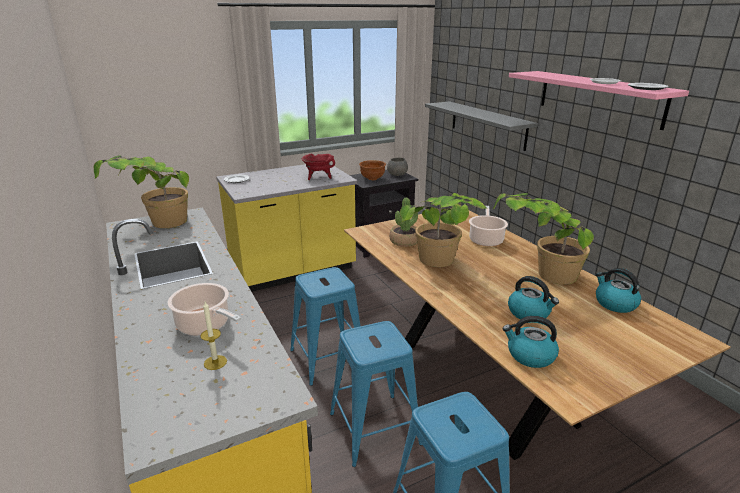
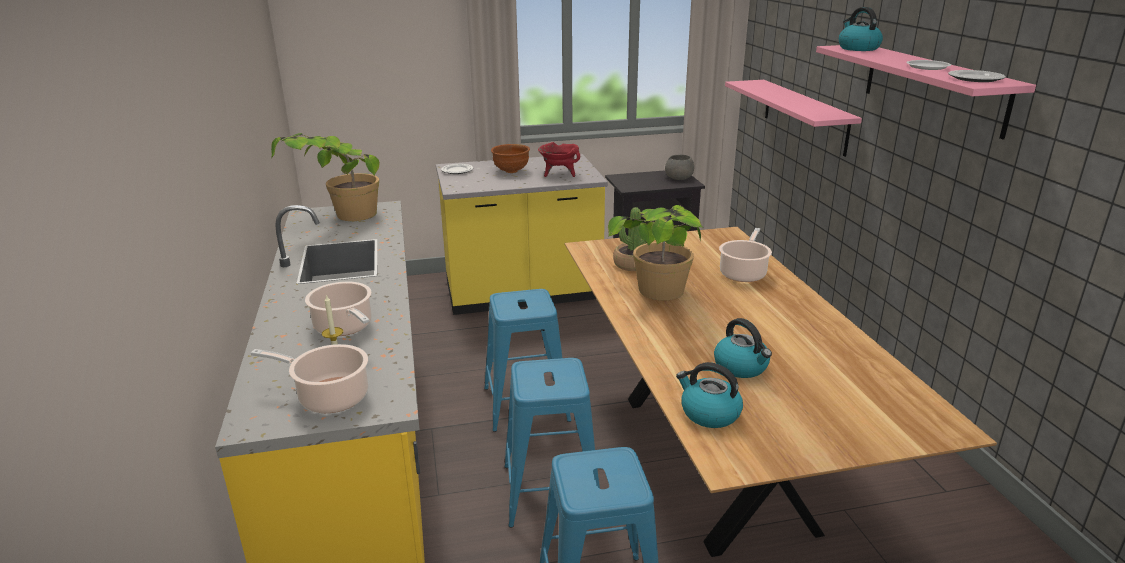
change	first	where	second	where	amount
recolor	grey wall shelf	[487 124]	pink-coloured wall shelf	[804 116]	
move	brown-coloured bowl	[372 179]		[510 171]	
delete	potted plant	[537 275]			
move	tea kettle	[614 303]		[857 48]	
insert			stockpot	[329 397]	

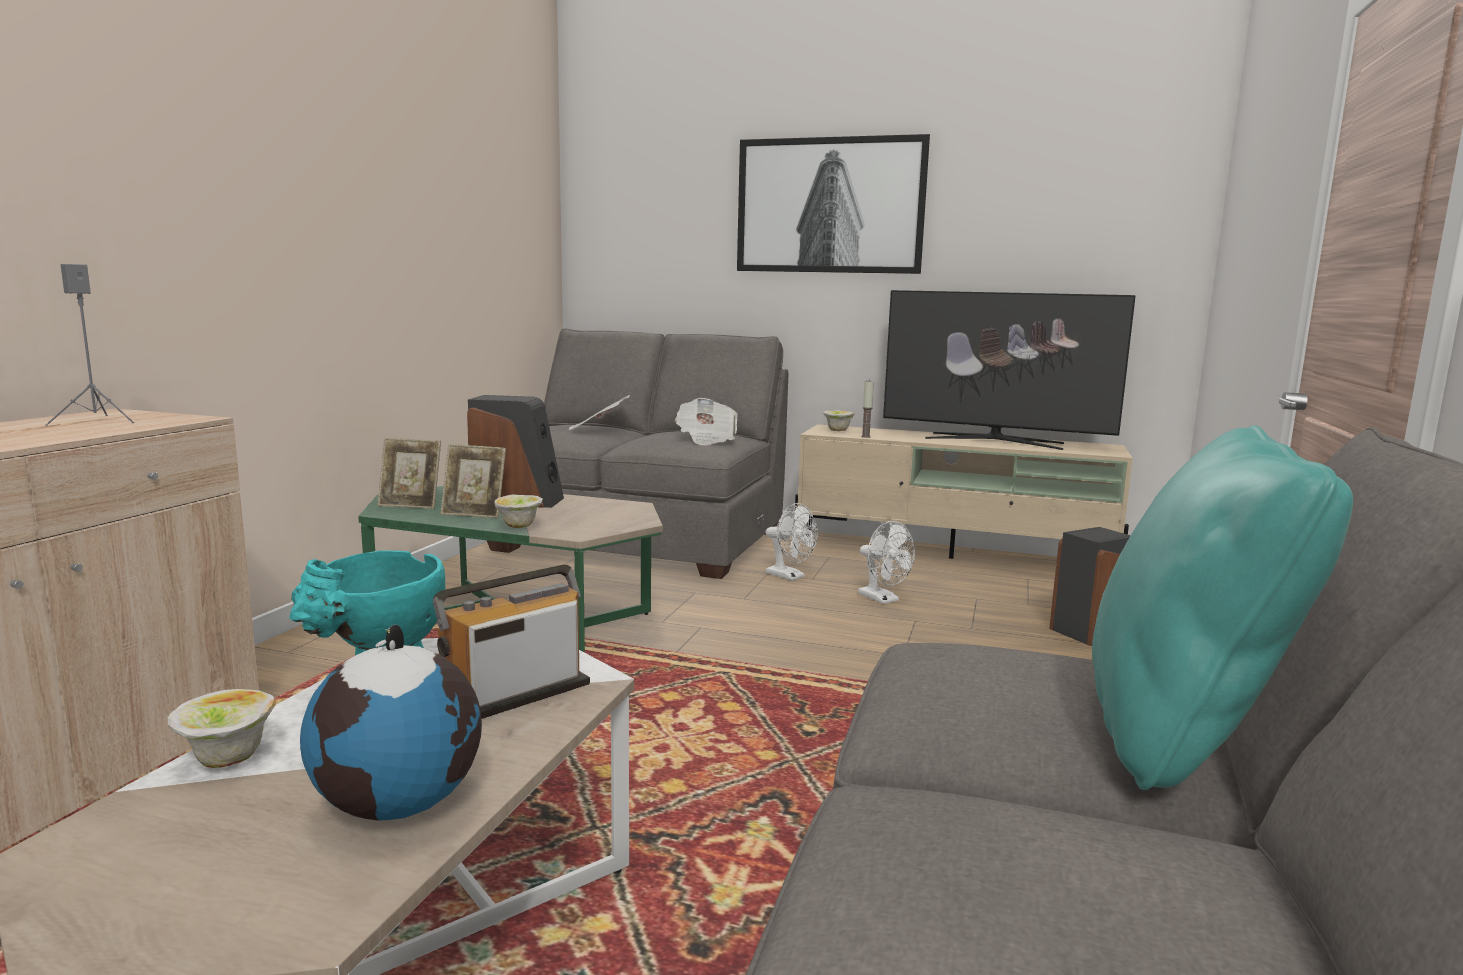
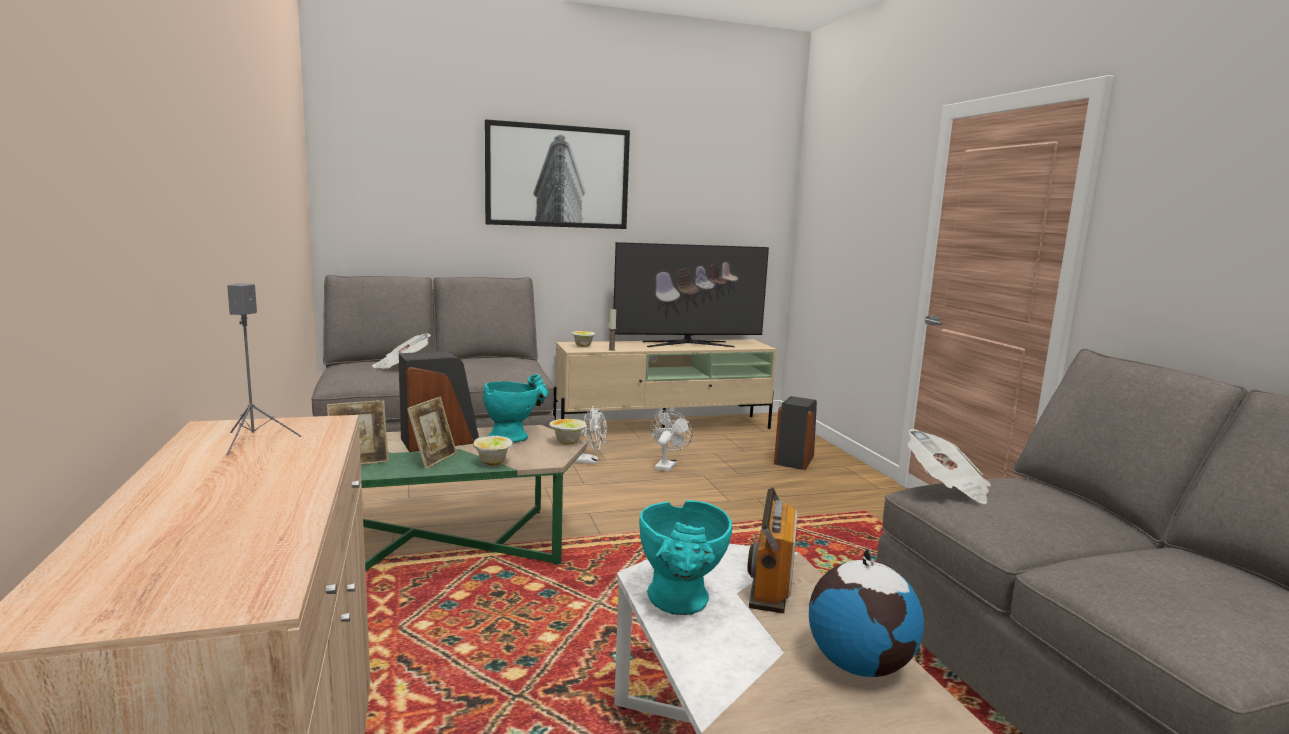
change	first	where	second	where	amount
move	newspaper	[706 440]		[947 488]	
delete	turquoise pillow	[1181 731]			
rotate	picture frame	[474 514]		[433 460]	45 degrees counterclockwise
rotate	white-coloured electric fan	[883 599]		[667 465]	90 degrees counterclockwise
move	bowl	[225 759]		[567 443]	
insert			turquoise vase	[514 437]	

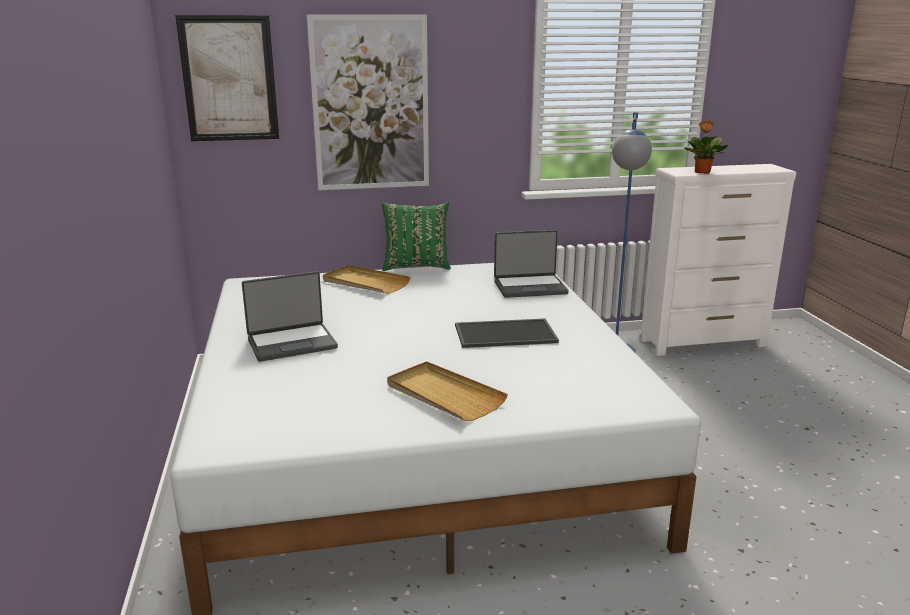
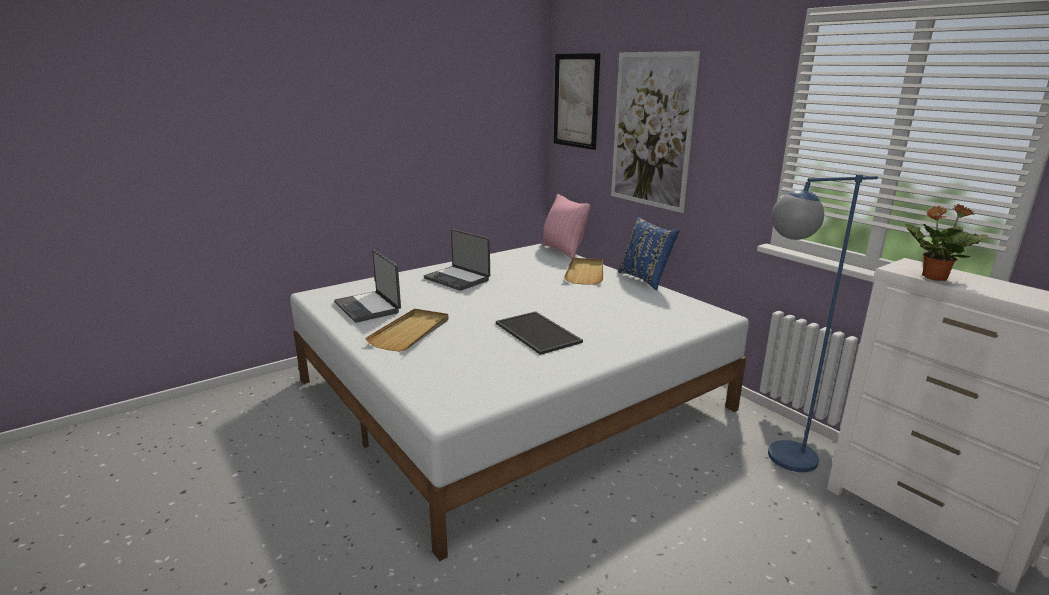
change	first	where	second	where	amount
recolor	green pillow	[416 266]	bluish pillow	[645 279]	
move	portable computer	[530 287]		[368 307]	
insert			pink-coloured pillow	[563 250]	

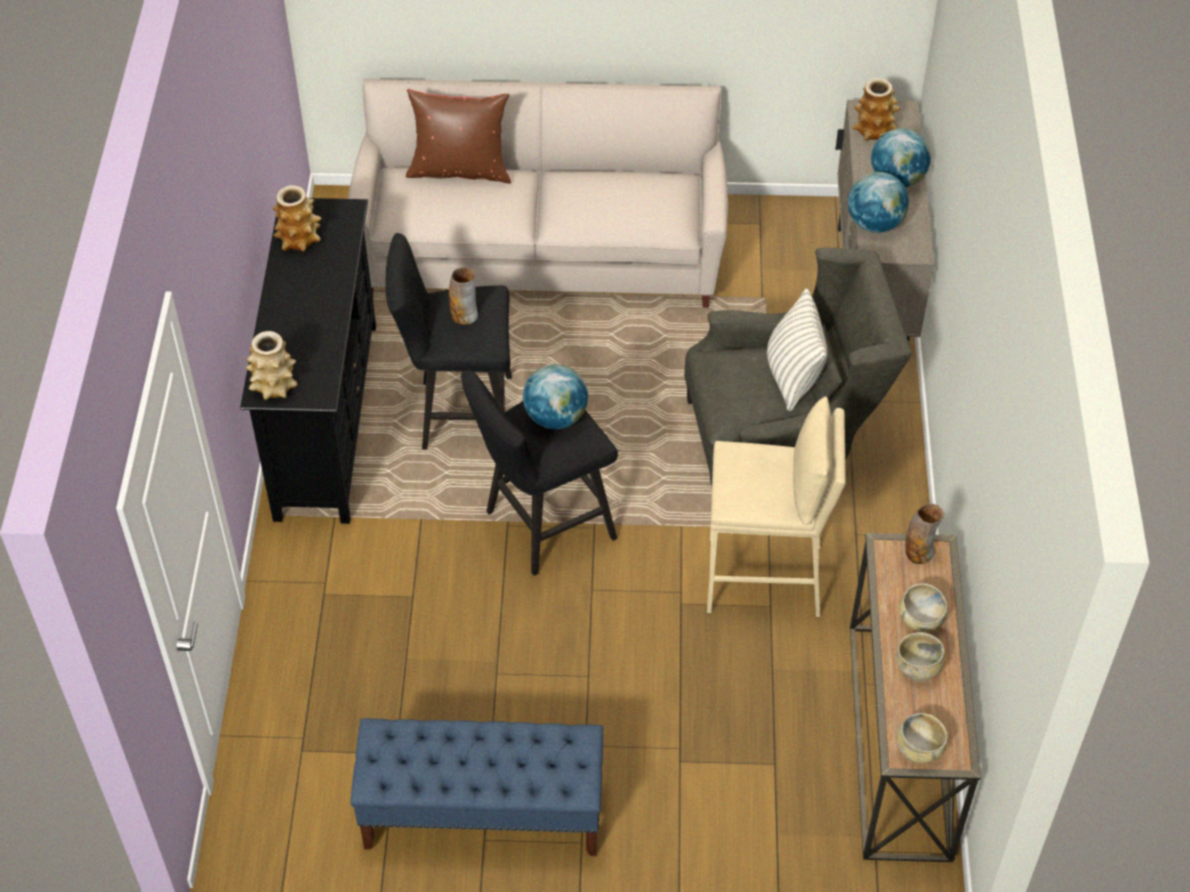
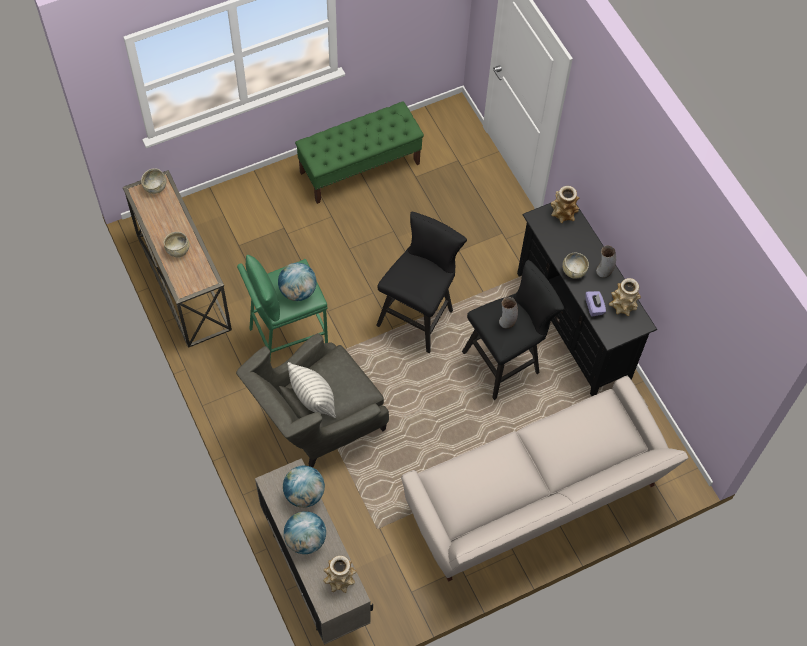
change	first	where	second	where	amount
delete	brown-coloured pillow	[460 170]			
move	world globe	[556 417]		[298 291]	
recolor	beige stool seat	[764 578]	green stool seat	[288 337]	
move	vase	[918 552]		[604 271]	
move	beige bowl	[918 668]		[573 271]	
recolor	bluish long seat	[482 814]	green long seat	[360 168]	
insert			purple-coloured tissue box	[594 307]	

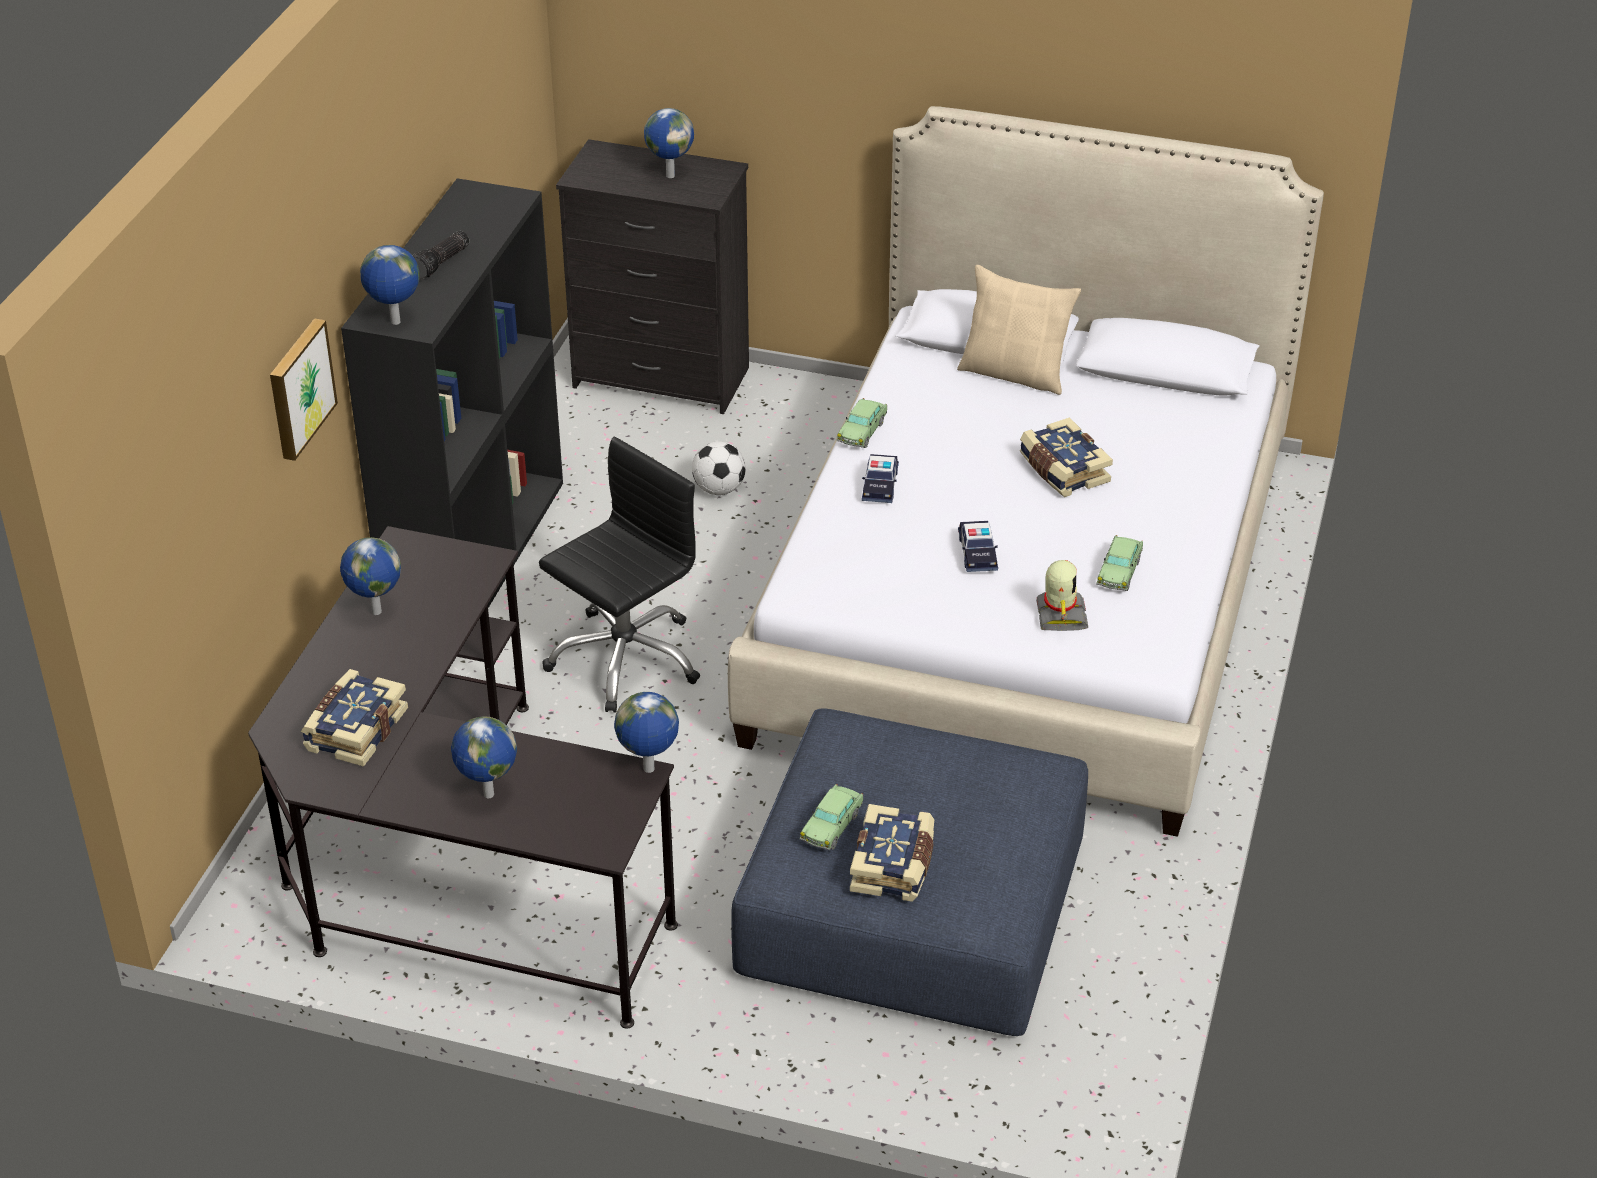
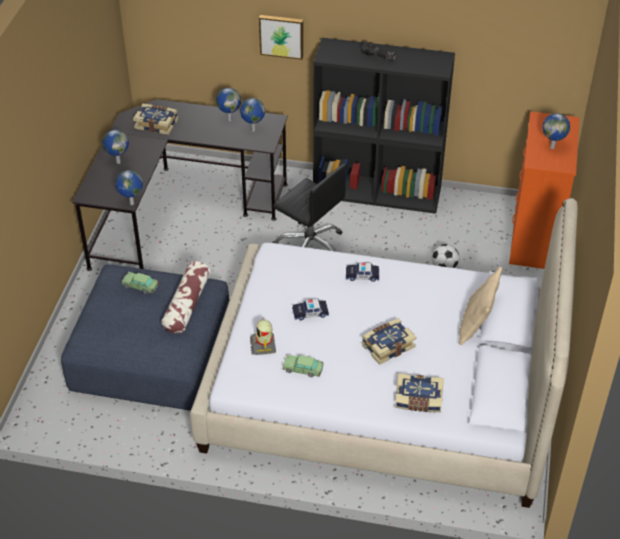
change	first	where	second	where	amount
recolor	blackish dresser	[662 378]	orange dresser	[533 239]	
move	world globe	[395 322]		[252 130]	
delete	model car	[862 431]			
rotate	model robot	[1060 616]		[264 345]	90 degrees clockwise
move	volume	[894 866]		[418 400]	
insert			pillow	[187 304]	

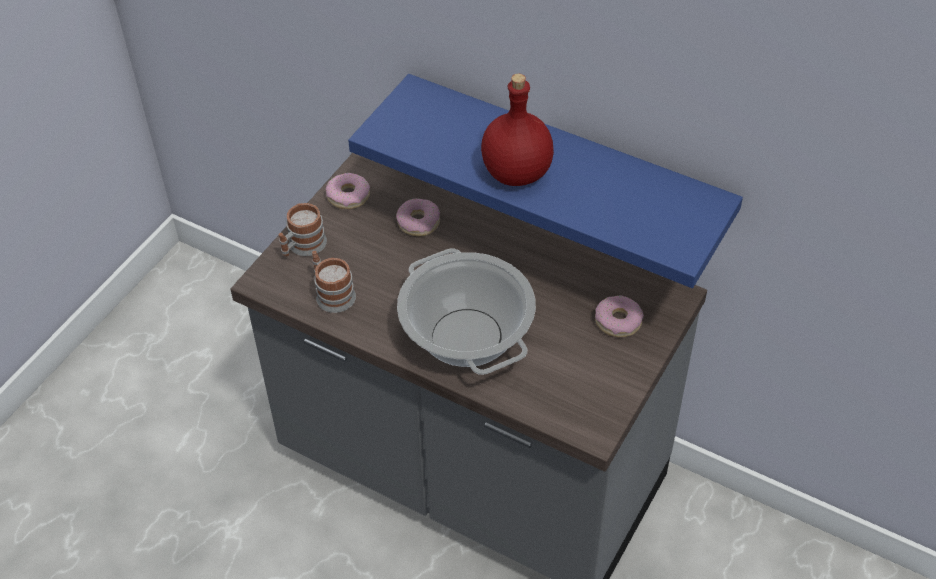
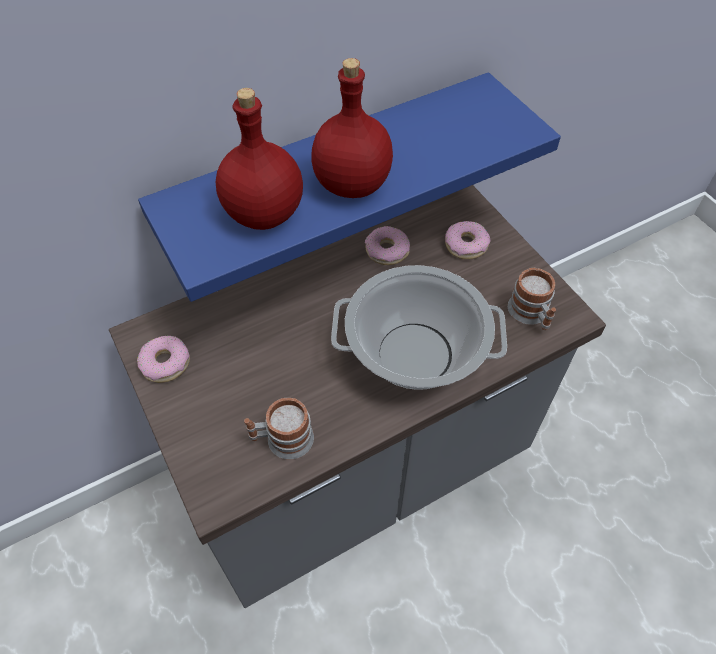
change	first	where	second	where	amount
move	doughnut	[418 222]		[387 251]	
move	tea mug	[302 247]		[531 314]	
insert			red bottle	[264 215]	

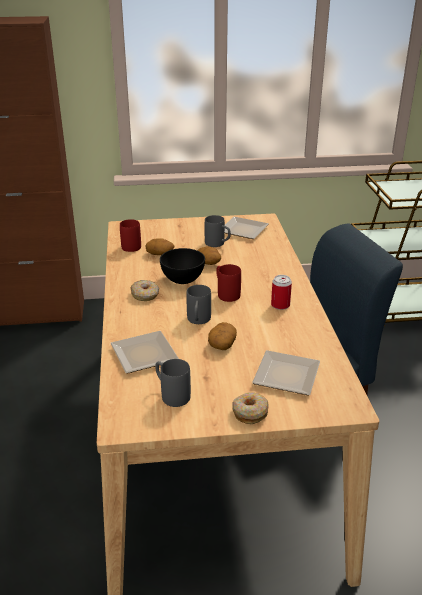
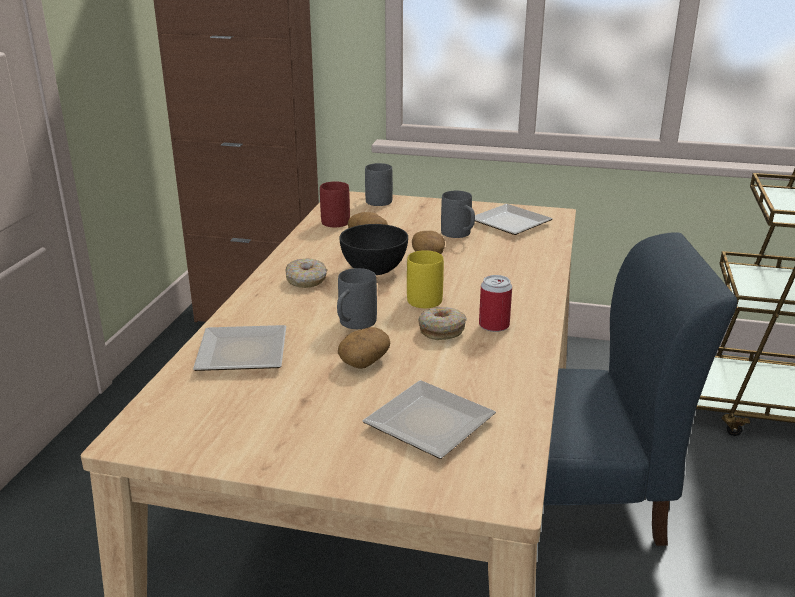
change	first	where	second	where	amount
recolor	red tea mug	[226 293]	yellowish tea mug	[422 297]	
move	grey tea mug	[171 394]		[376 199]	
move	doughnut	[250 412]		[441 330]	

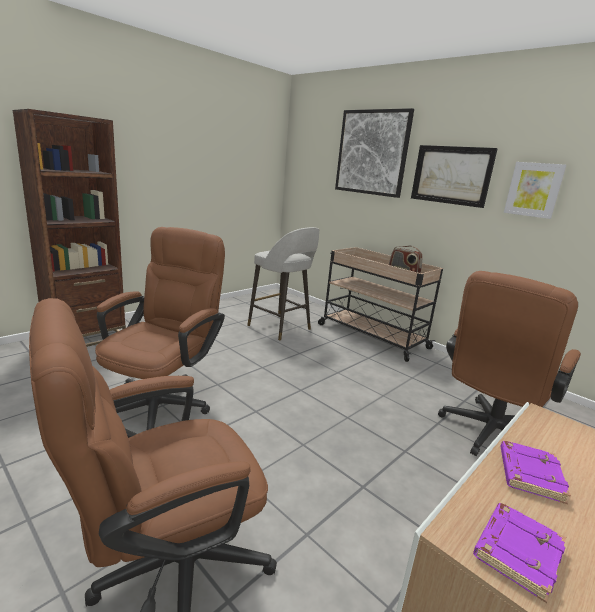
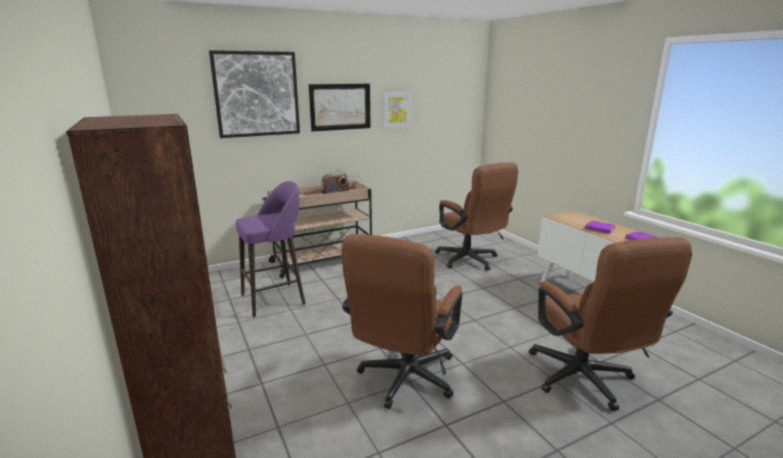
change	first	where	second	where	amount
rotate	brown-coloured office chair	[163 402]		[404 381]	105 degrees counterclockwise
recolor	grey stool seat	[280 328]	purple-coloured stool seat	[275 299]	

